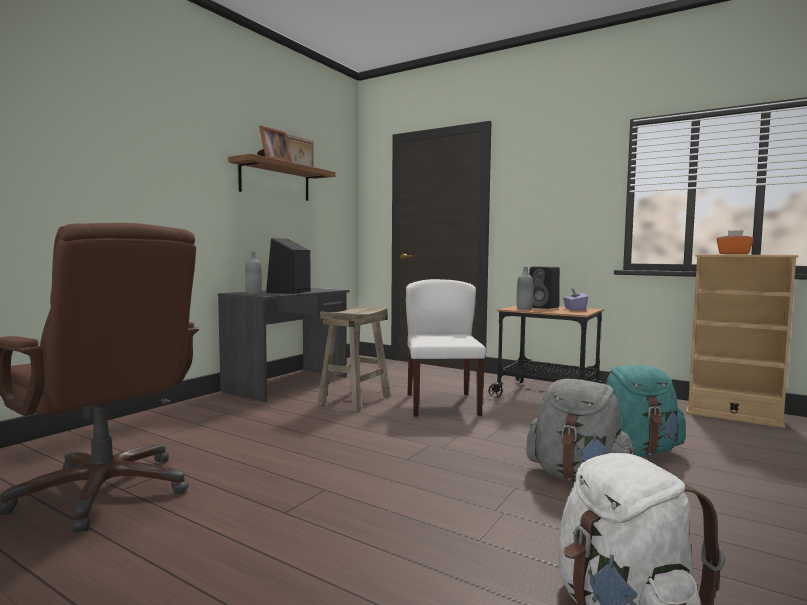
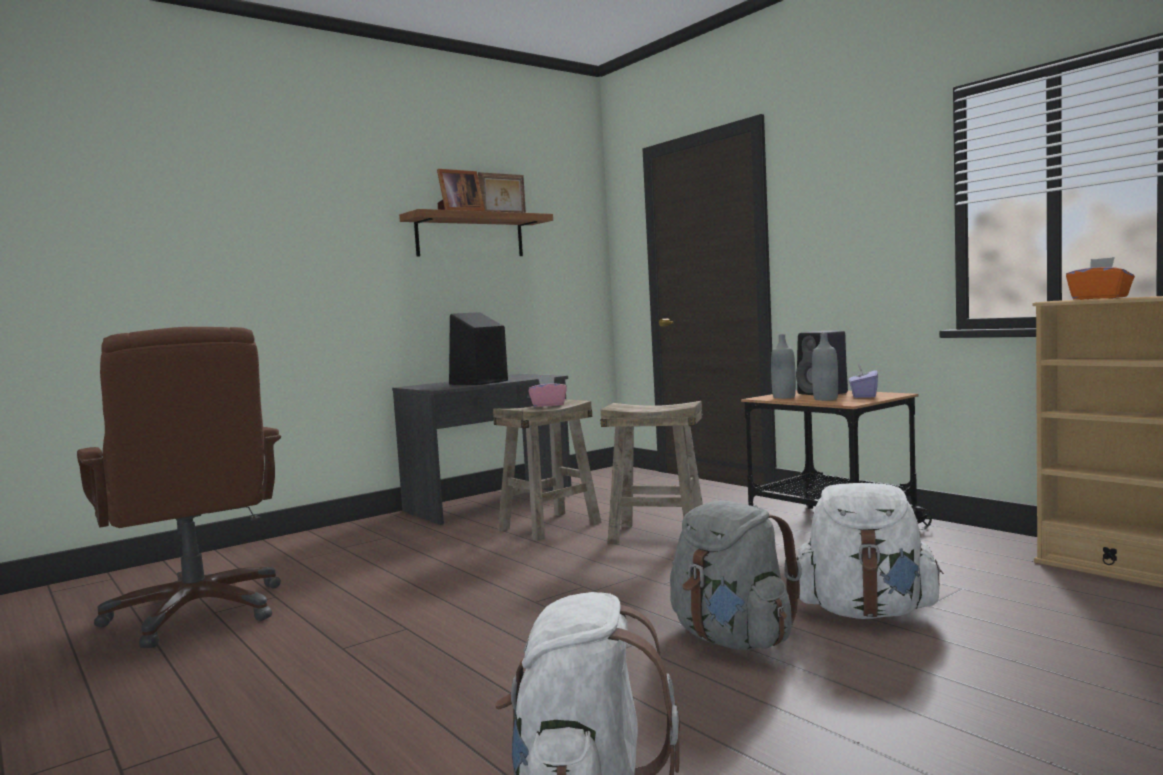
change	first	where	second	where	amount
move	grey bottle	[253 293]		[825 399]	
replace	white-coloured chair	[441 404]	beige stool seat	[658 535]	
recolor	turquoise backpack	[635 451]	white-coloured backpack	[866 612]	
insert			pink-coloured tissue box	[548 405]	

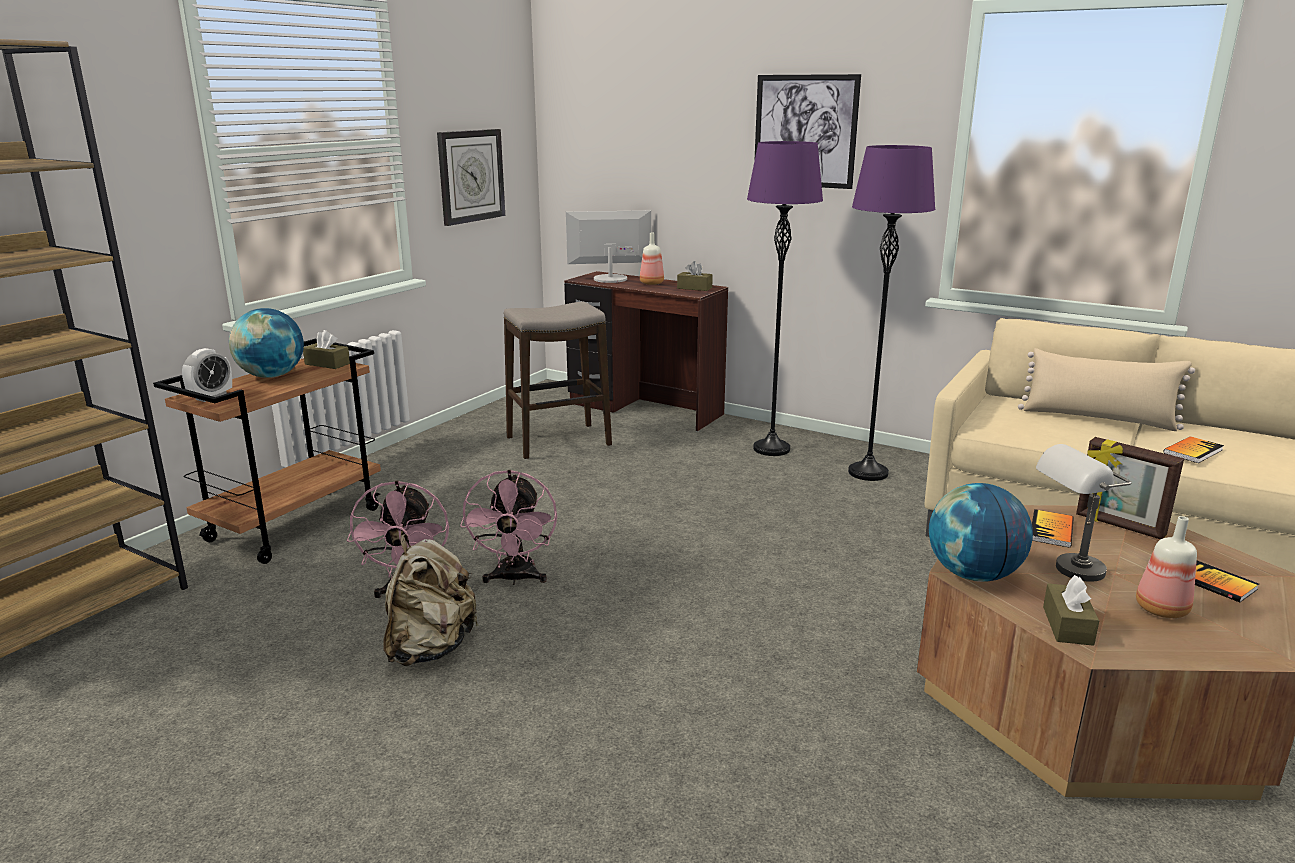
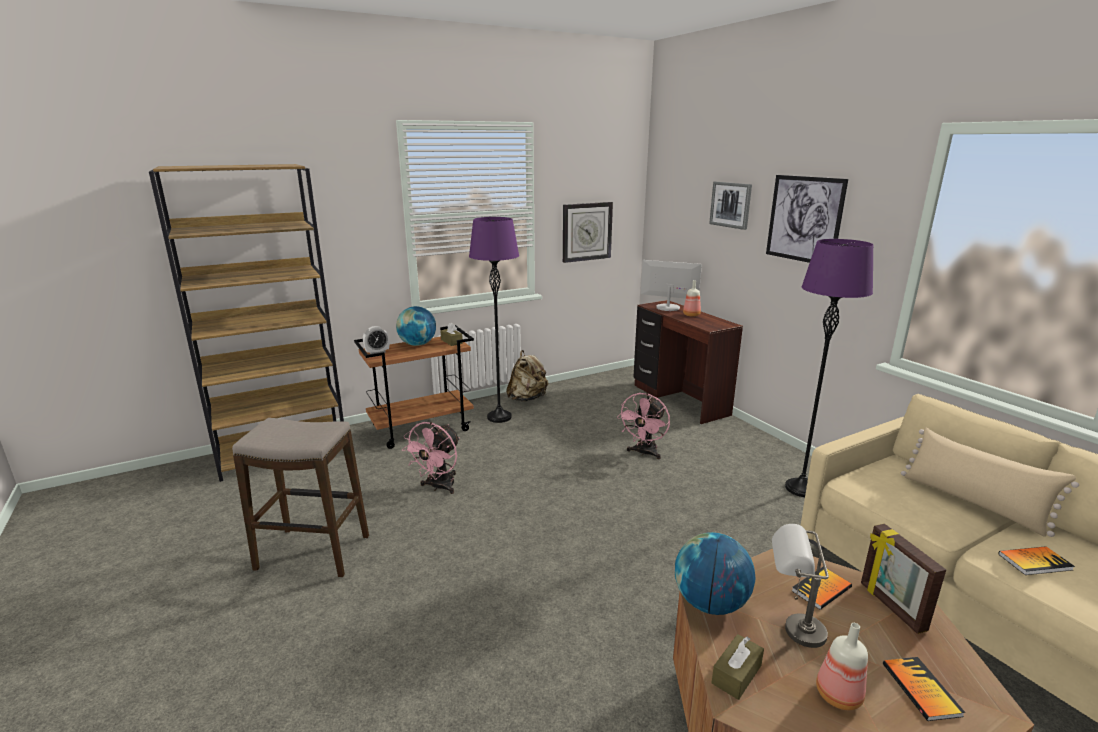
change	first	where	second	where	amount
move	purple-coloured standard lamp	[771 449]		[499 417]	
delete	brown-coloured tissue box	[694 288]			
move	stool seat	[559 442]		[313 553]	
move	pink-coloured electric fan	[515 579]		[644 453]	
move	beige backpack	[430 648]		[527 398]	
insert			picture	[731 205]	

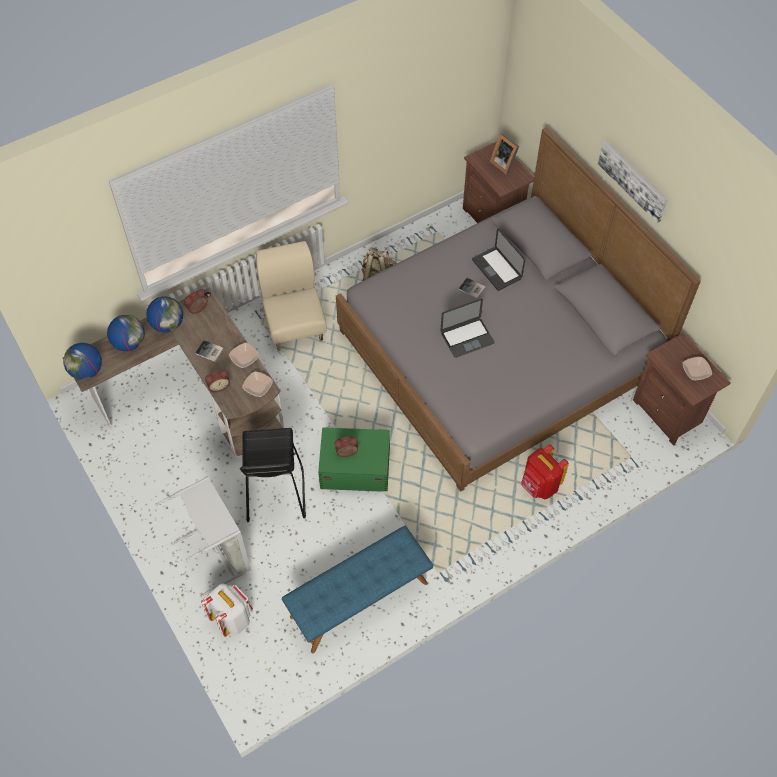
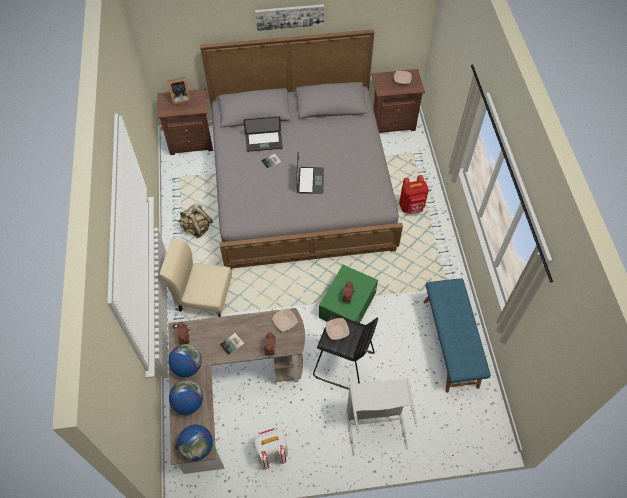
change	first	where	second	where	amount
move	bowl	[244 358]		[337 331]	
move	white-coloured backpack	[232 618]		[271 453]	

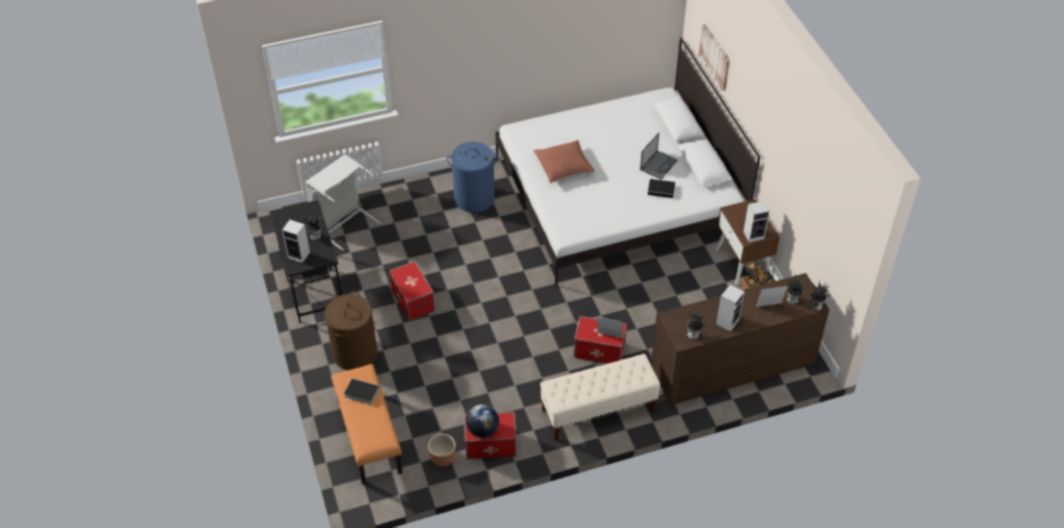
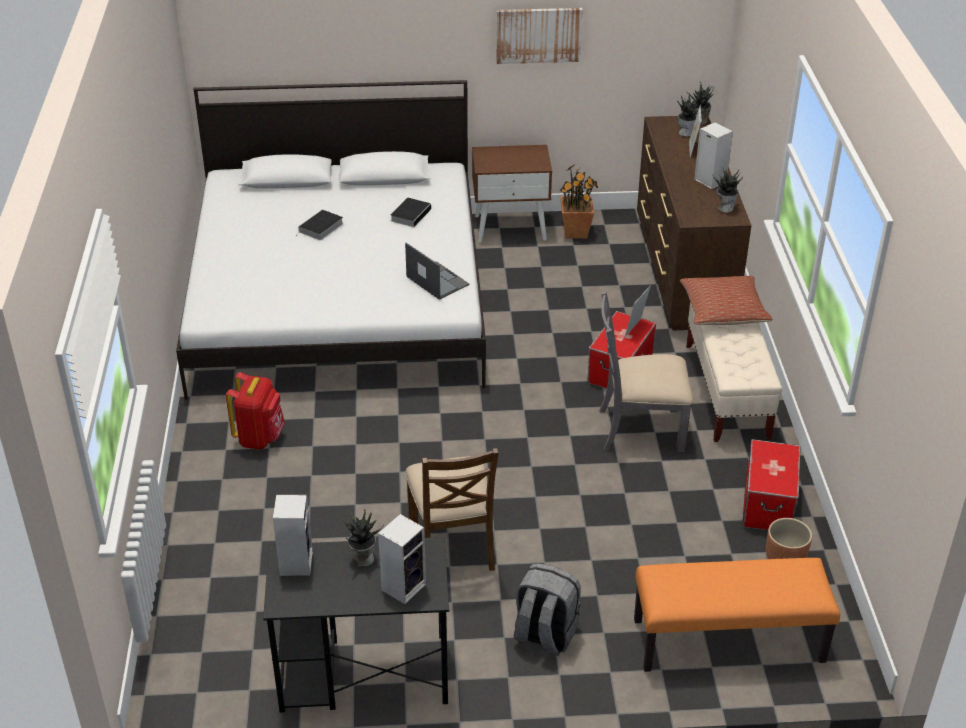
change	first	where	second	where	amount
move	picture	[715 57]		[538 35]	
move	portable computer	[658 164]		[436 280]	
move	pillow	[563 167]		[723 311]	
replace	bluish washing basket	[474 198]	red backpack	[260 437]	
delete	grey washing basket	[343 223]			
move	audio speaker	[754 235]		[295 562]	
replace	storage box	[412 300]	brown-coloured chair	[452 545]	
replace	brown-coloured washing basket	[354 353]	grey backpack	[544 635]	
move	volume	[360 392]		[320 228]	
delete	world globe	[482 430]			
insert			grey chair	[639 429]	

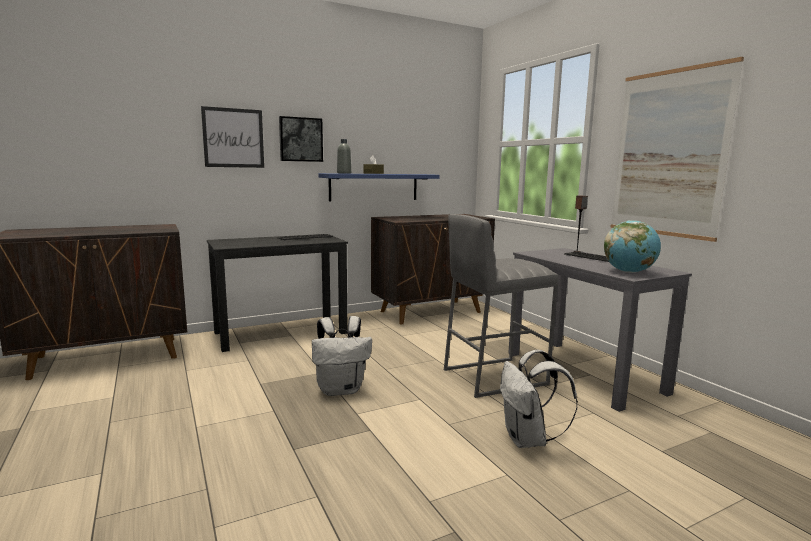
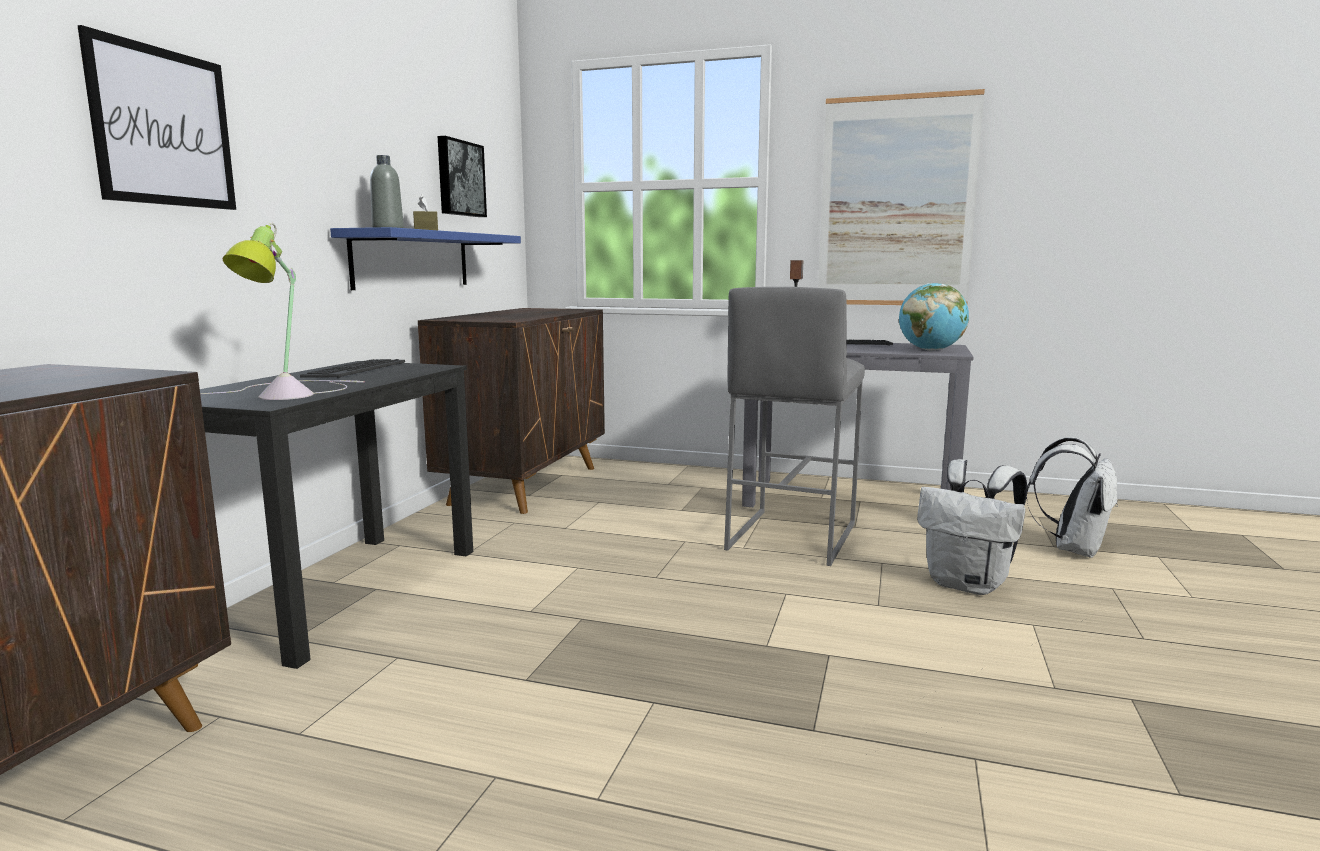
change	first	where	second	where	amount
move	picture	[300 139]		[459 178]	
move	white-coloured backpack	[341 389]		[1072 548]	
insert			lamp for a table	[289 392]	

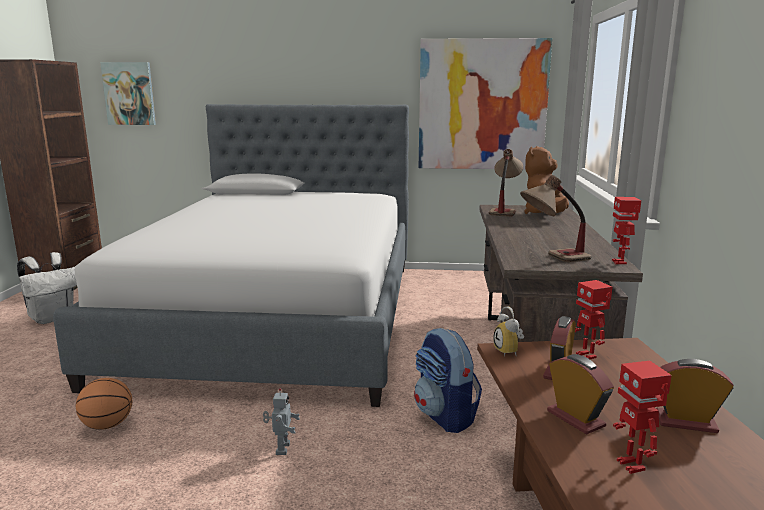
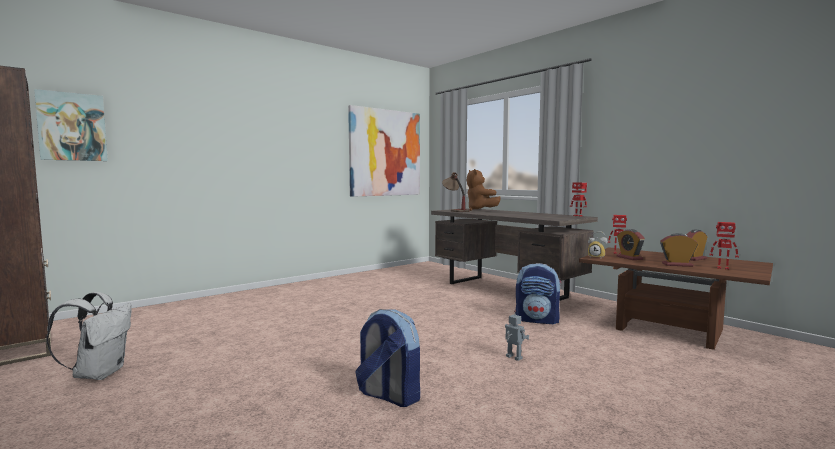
change	first	where	second	where	amount
delete	bedroom bed	[279 316]			
delete	lamp for a table	[552 259]			
replace	ball for basketball	[107 425]	backpack	[388 396]	

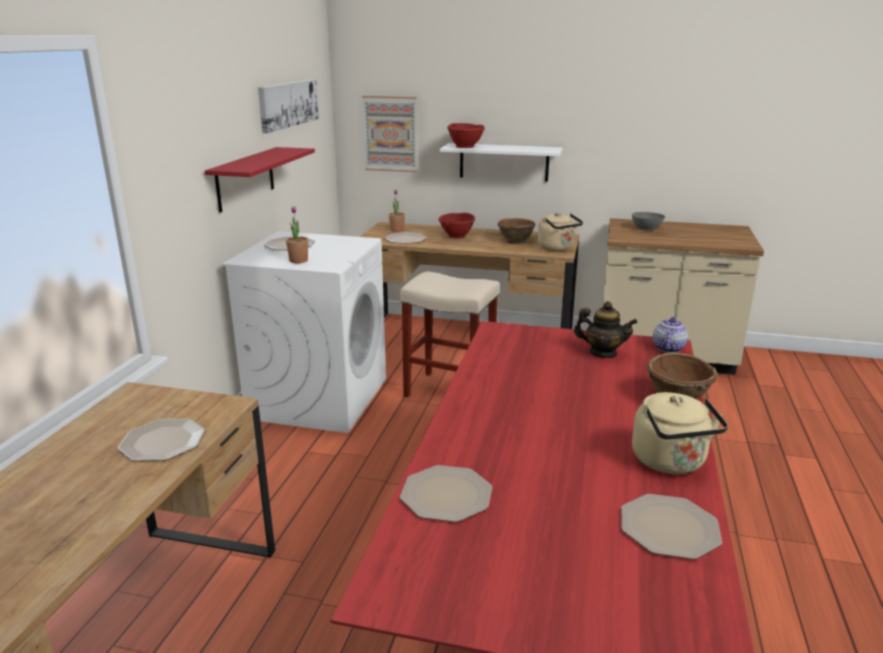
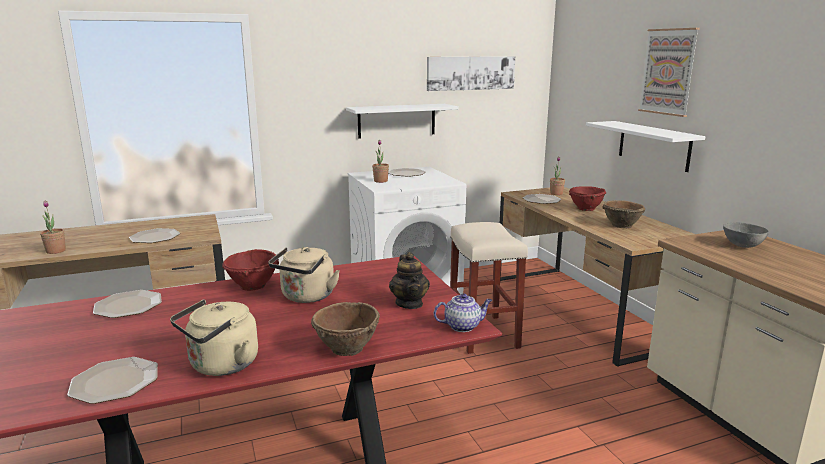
change	first	where	second	where	amount
move	picture	[390 134]		[668 72]	
move	red bowl	[466 147]		[253 286]	
recolor	red wall shelf	[245 178]	white-coloured wall shelf	[396 120]	
move	beige tea kettle	[557 248]		[306 297]	
insert			potted plant	[56 251]	

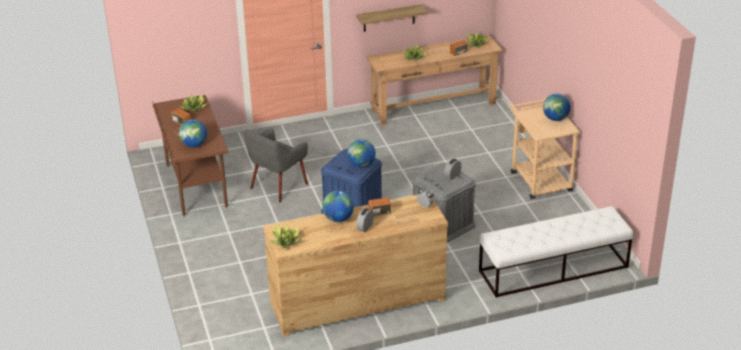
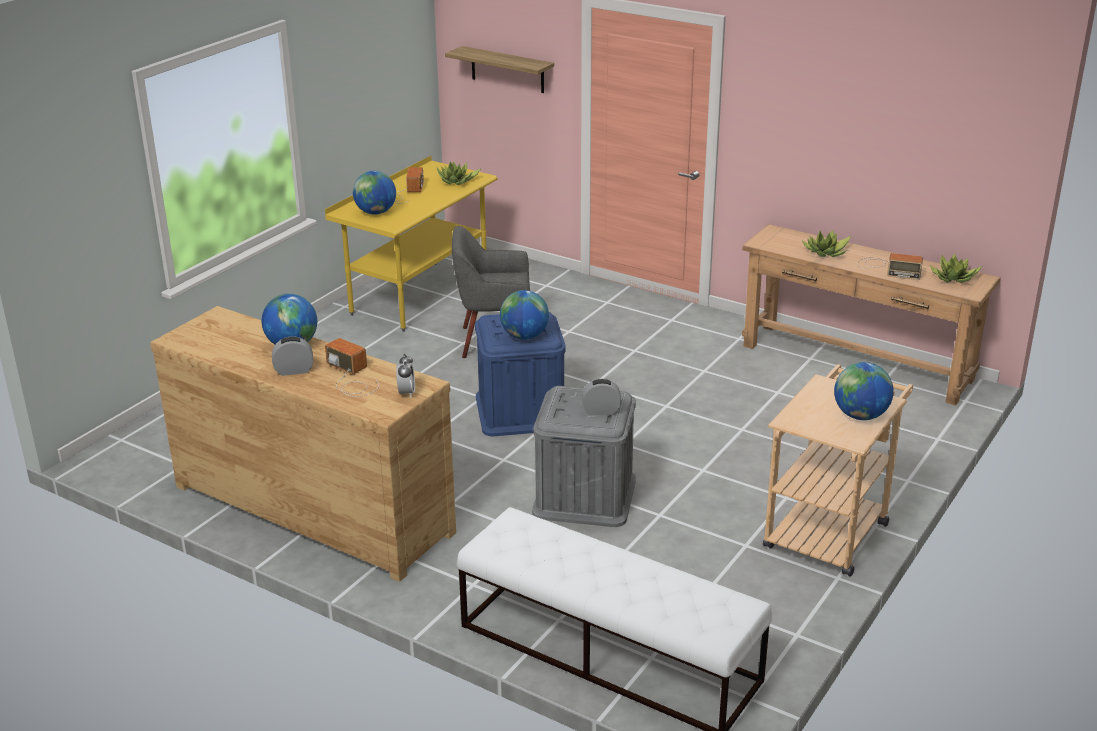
change	first	where	second	where	amount
move	wall shelf	[389 18]		[507 70]	
recolor	brown-coloured desk table	[196 186]	yellowish desk table	[419 296]	
delete	potted plant	[286 241]			

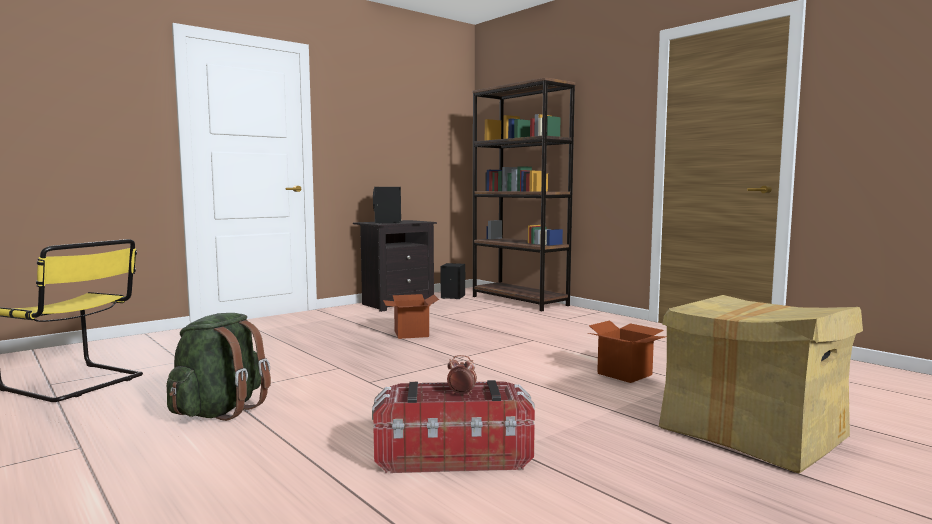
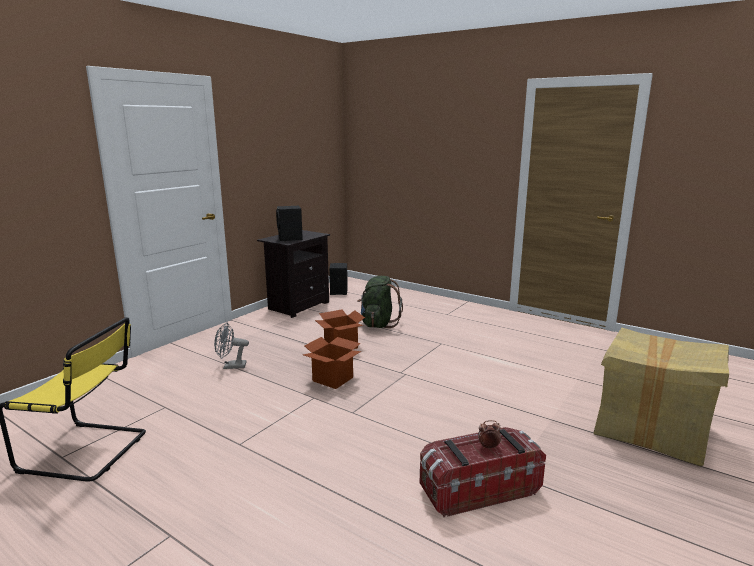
change	first	where	second	where	amount
delete	brown-coloured bookshelf	[519 301]			
move	green backpack	[220 410]		[378 324]	
move	cardboard box	[624 374]		[332 379]	
insert			grey electric fan	[231 366]	

